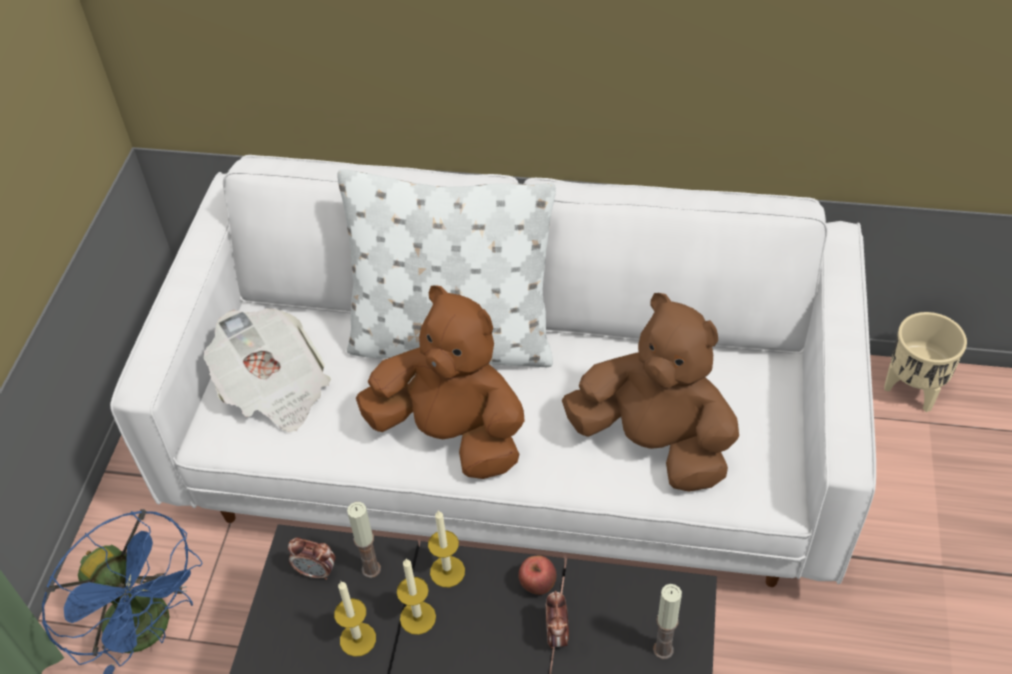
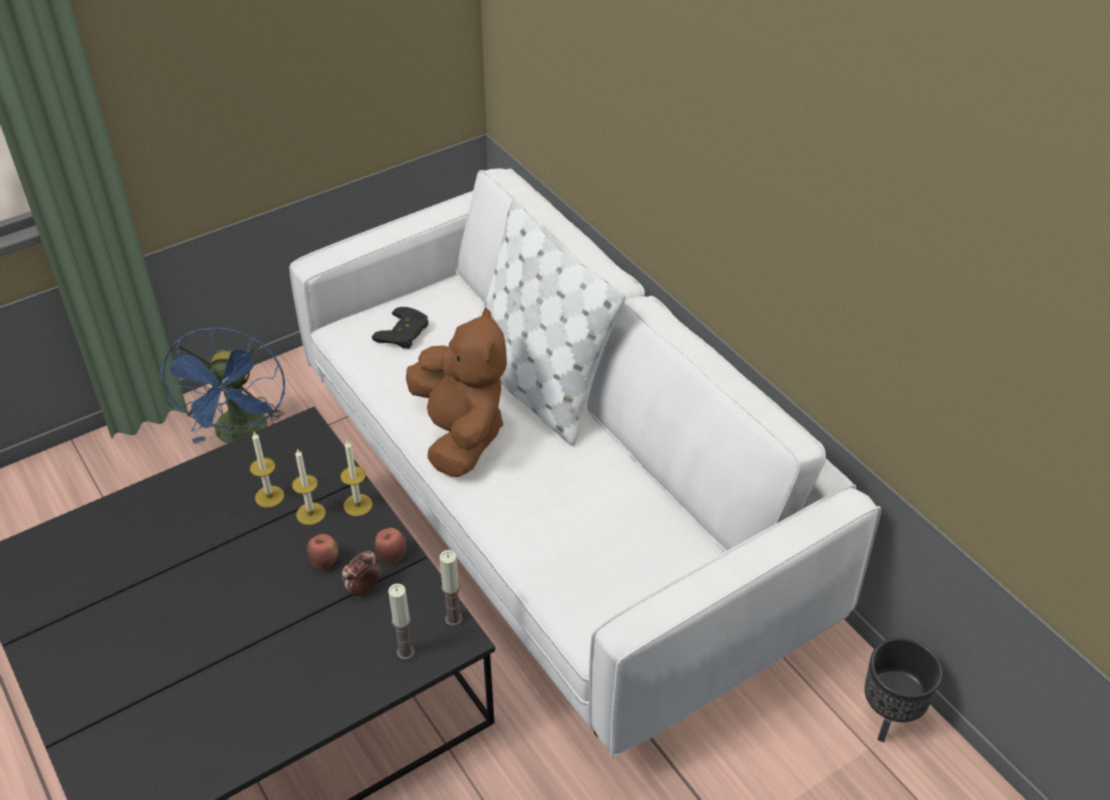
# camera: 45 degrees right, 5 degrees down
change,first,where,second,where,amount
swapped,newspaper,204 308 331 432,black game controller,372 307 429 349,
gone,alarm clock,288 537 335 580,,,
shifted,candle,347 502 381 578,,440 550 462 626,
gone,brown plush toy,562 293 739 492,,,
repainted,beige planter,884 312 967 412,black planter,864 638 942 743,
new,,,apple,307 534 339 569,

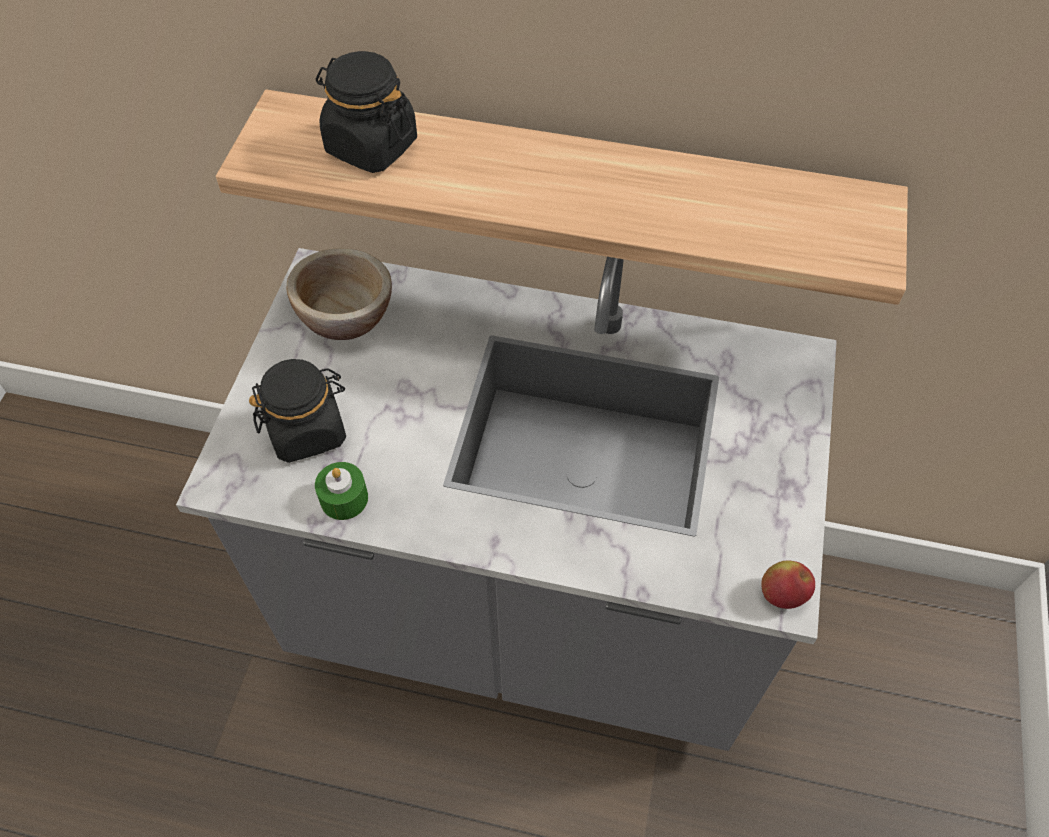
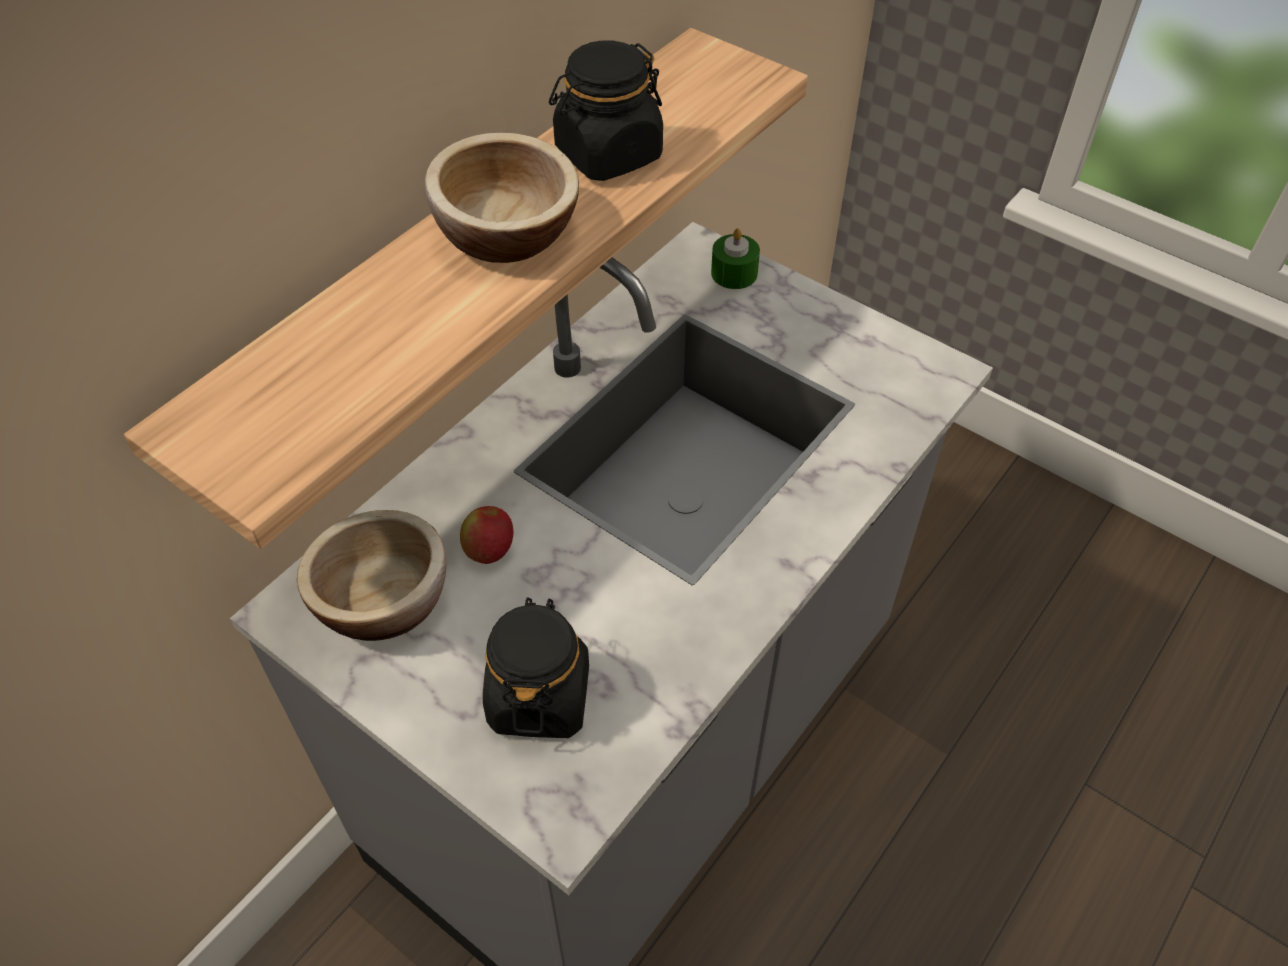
# camera: 65 degrees left, 5 degrees down
change,first,where,second,where,amount
shifted,green candle,315 462 368 520,,711 228 760 289,
shifted,black jar,316 51 417 173,,549 40 663 181,
shifted,apple,761 561 815 609,,460 506 513 564,
new,,,bowl,425 133 579 263,

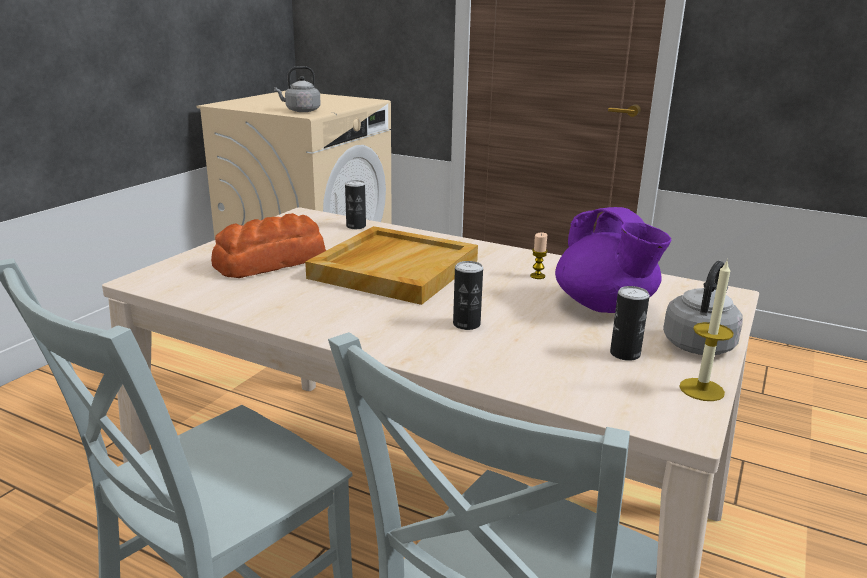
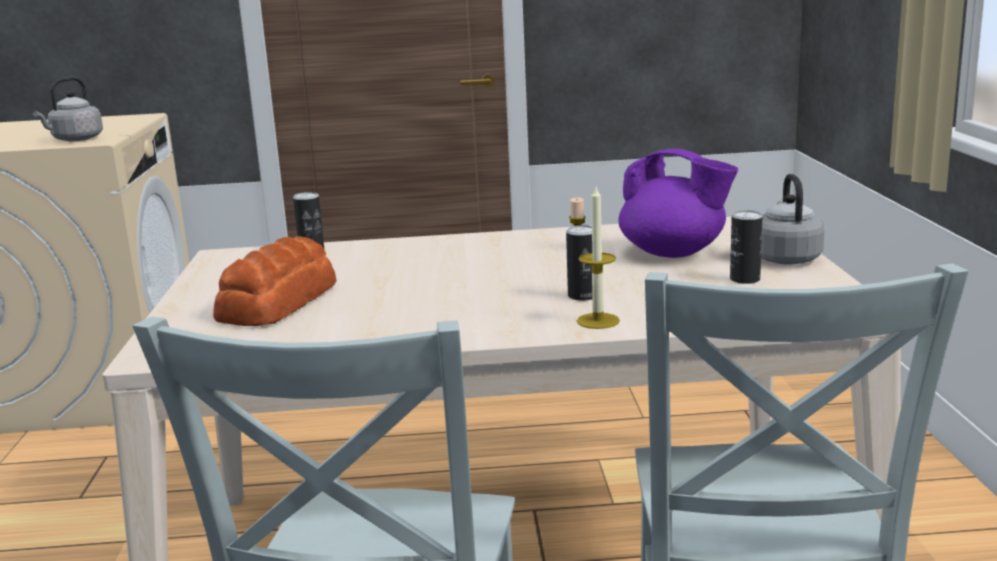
# camera: 30 degrees left, 5 degrees down
change,first,where,second,where,amount
gone,beige tray,305 226 478 305,,,
shifted,candle,679 259 734 401,,577 187 620 329,

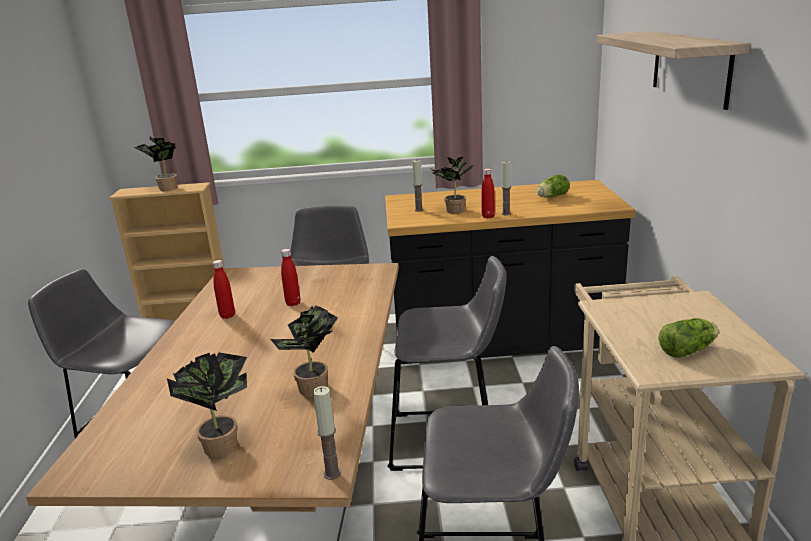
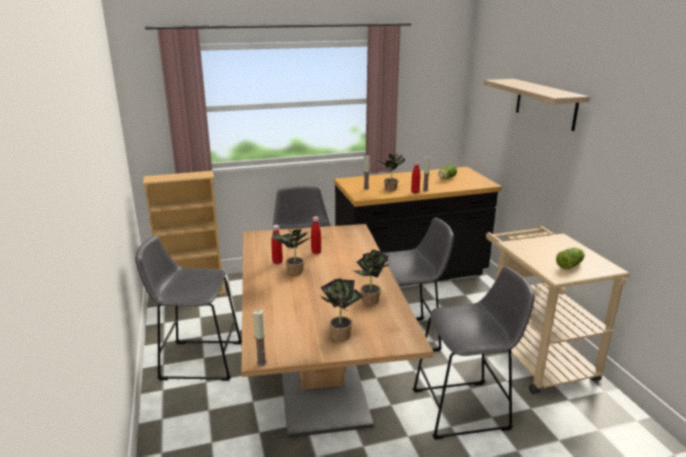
# camera: 15 degrees left, 0 degrees up
change,first,where,second,where,amount
shifted,potted plant,134 136 177 191,,272 228 311 275,
shifted,candle,313 386 341 480,,253 309 267 366,

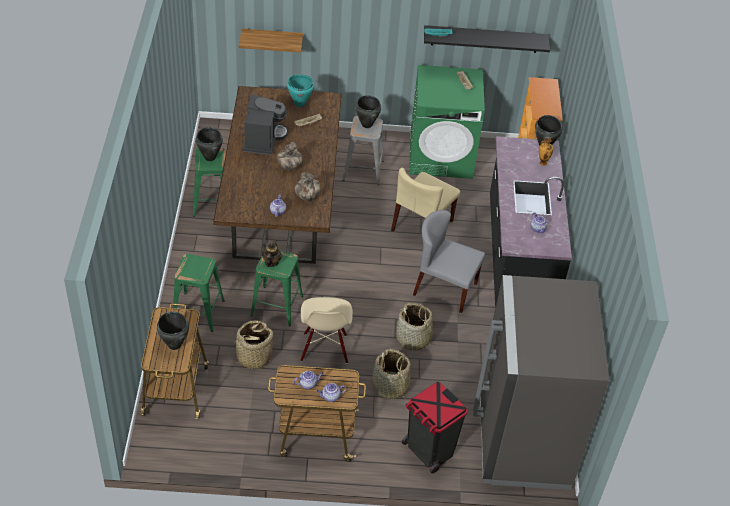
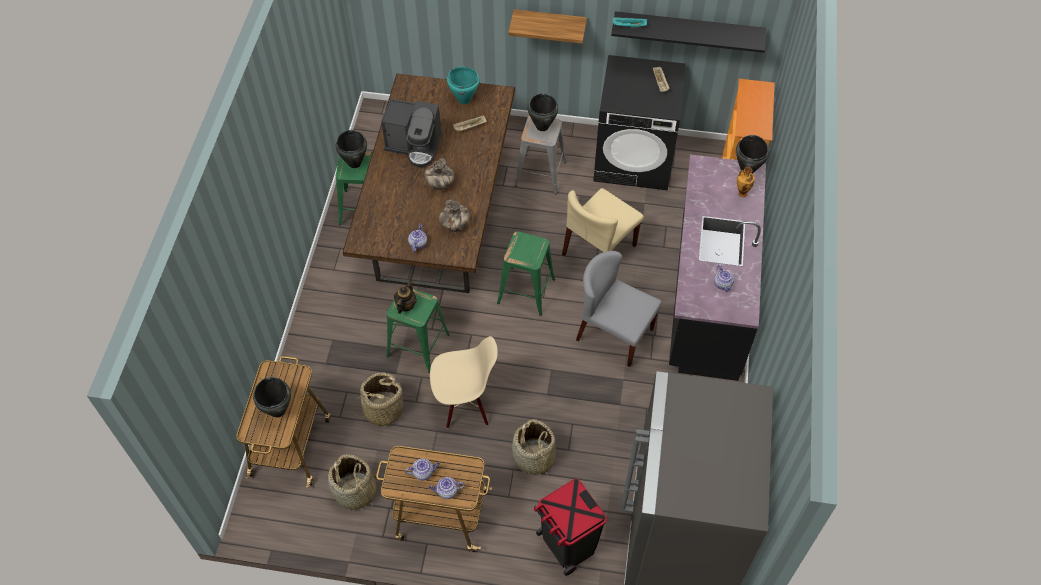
# camera: 10 degrees right, 10 degrees up
change,first,where,second,where,amount
shifted,green stool,173 254 225 332,,497 231 555 316,
shifted,shelf,239 29 303 52,,508 9 587 44,
rotated,coffee machine,242 94 288 155,,381 99 443 167,90 degrees clockwise
rotated,beige chair,301 297 353 364,,430 336 498 428,105 degrees counterclockwise
shifted,basket,396 303 434 350,,328 454 377 510,
repainted,green washing machine,409 65 485 179,black washing machine,593 55 686 190,

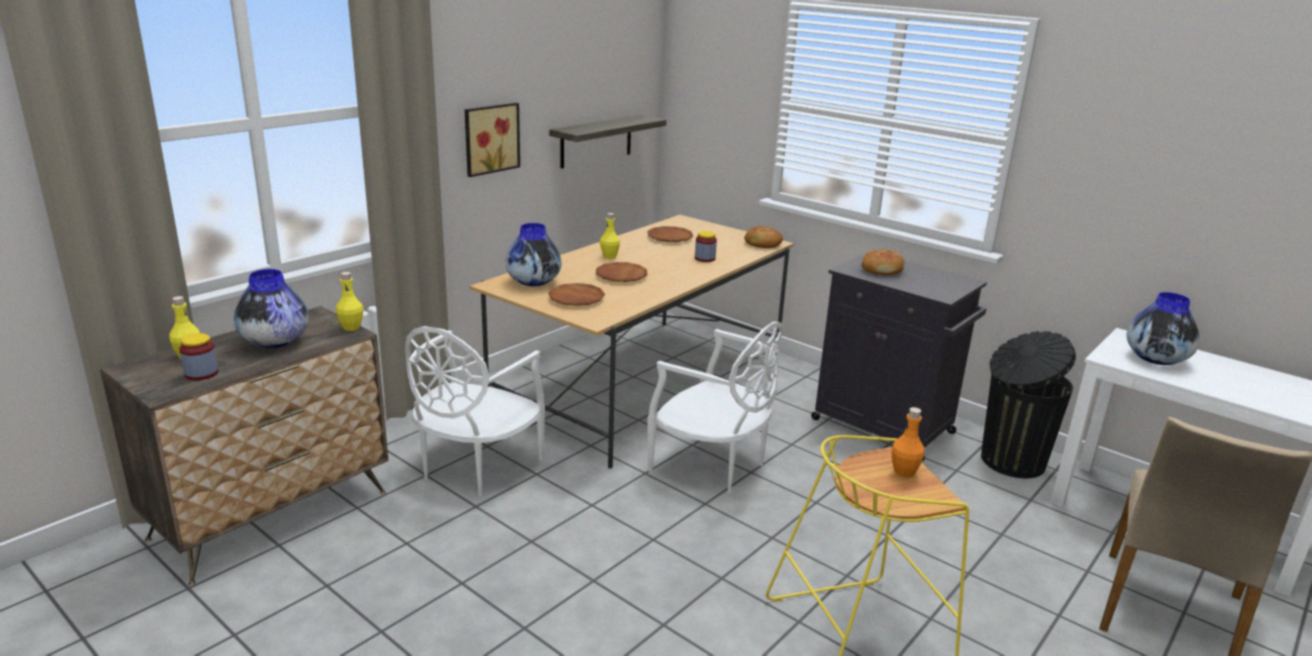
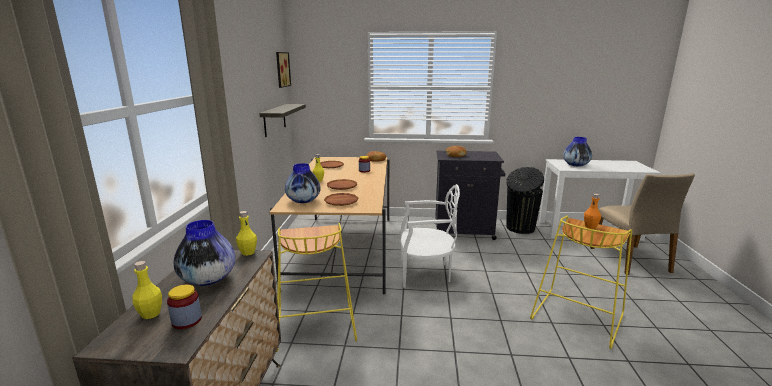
# camera: 35 degrees left, 5 degrees down
change,first,where,second,where,amount
swapped,white chair,405 326 545 496,yellow stool,276 223 357 352,
shifted,picture,465 103 520 177,,276 52 291 88,

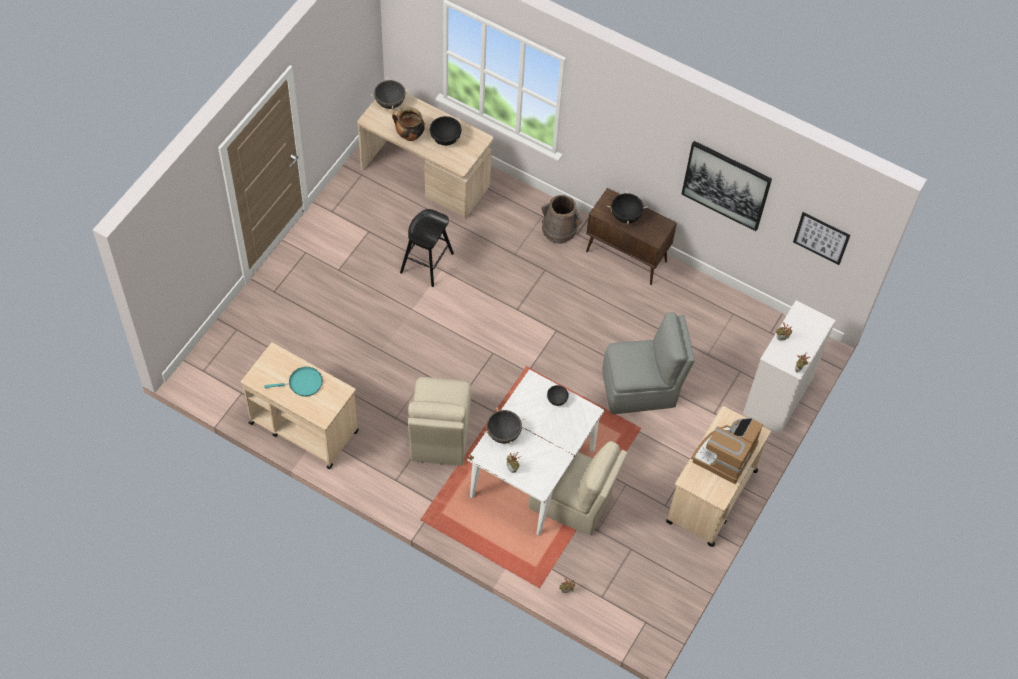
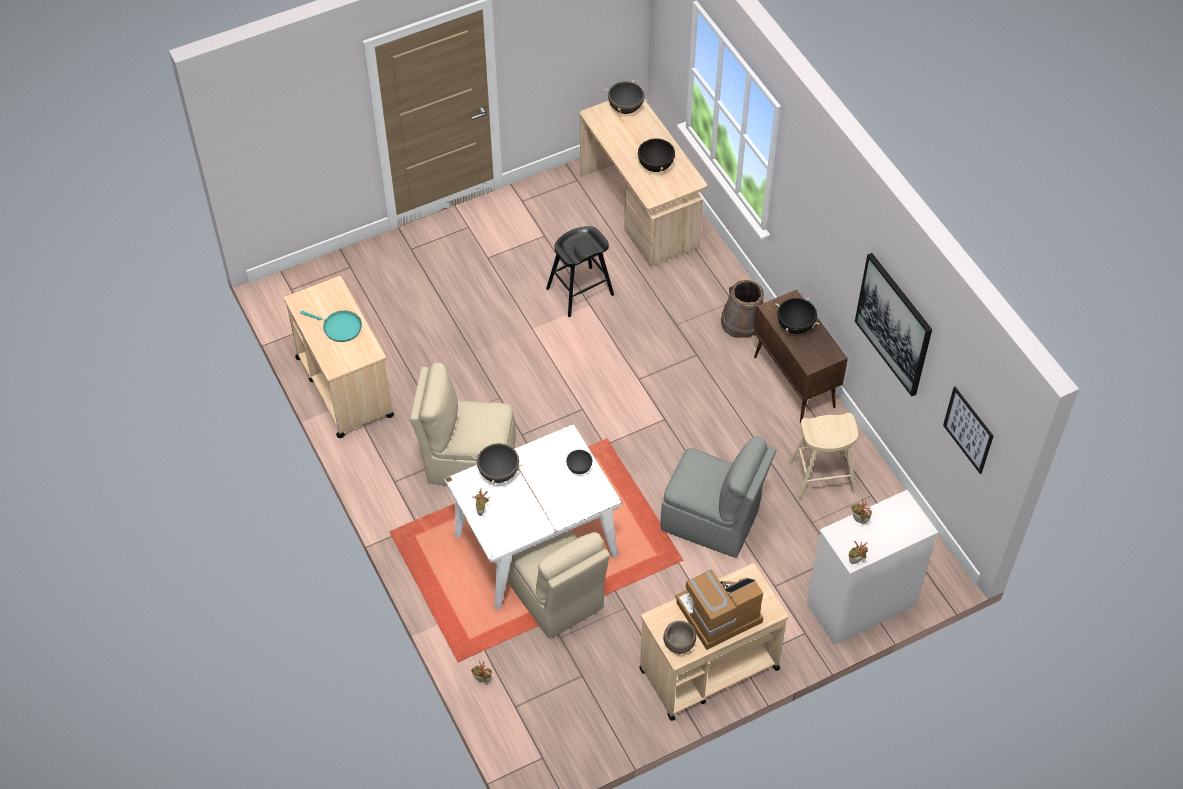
# camera: 35 degrees right, 5 degrees down
change,first,where,second,where,amount
gone,cooking pot,392 107 425 141,,,
rotated,beige chair,408 377 471 466,,410 363 516 486,60 degrees clockwise
new,,,brown bowl,663 621 696 654,
new,,,beige stool,789 413 858 500,

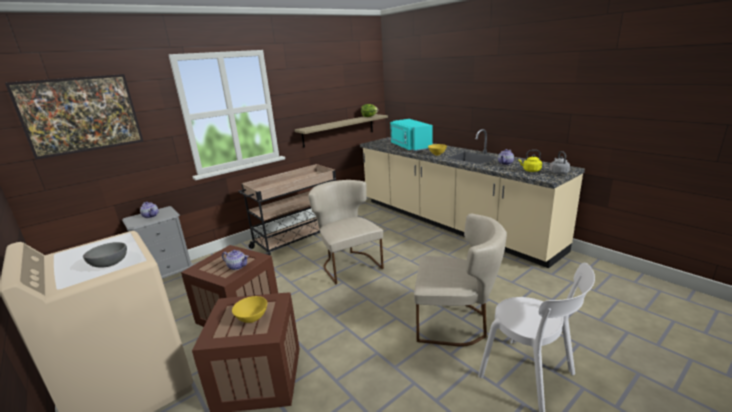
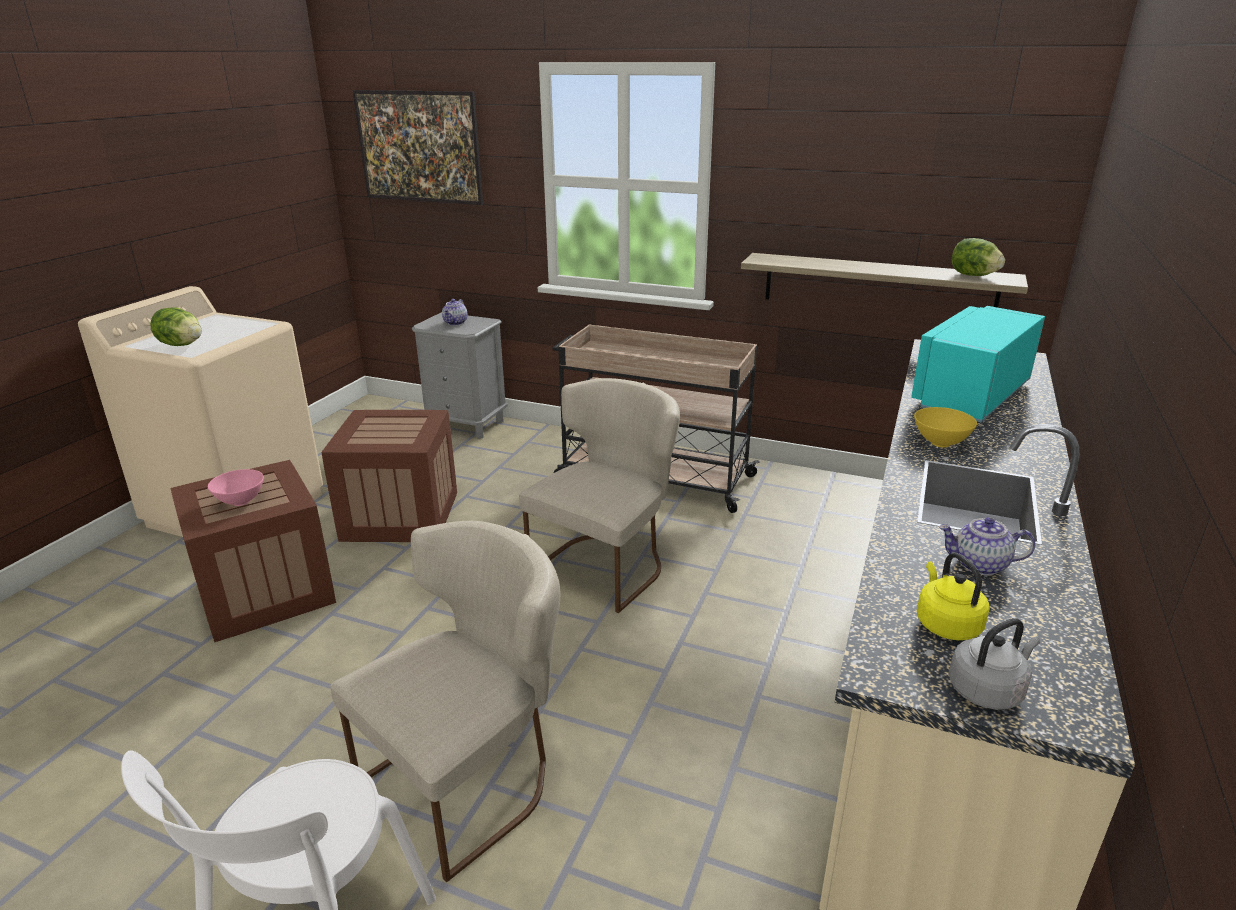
# camera: 60 degrees right, 5 degrees up
change,first,where,second,where,amount
swapped,grey bowl,83 242 127 267,lettuce,150 307 202 346,
gone,teapot,222 250 249 270,,,
repainted,yellow bowl,232 296 267 323,pink bowl,208 469 264 506,
rotated,beige chair,414 214 507 347,,330 521 560 882,120 degrees counterclockwise

